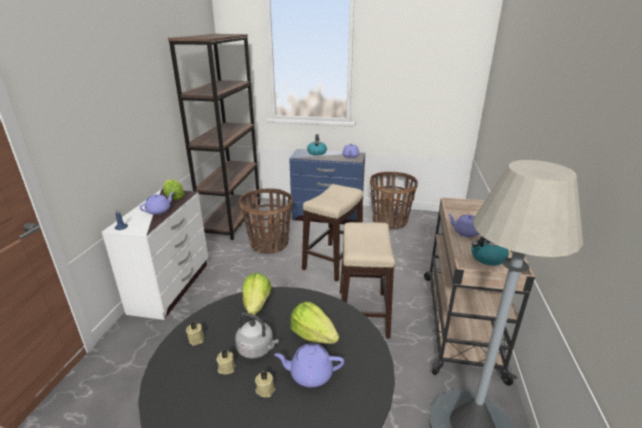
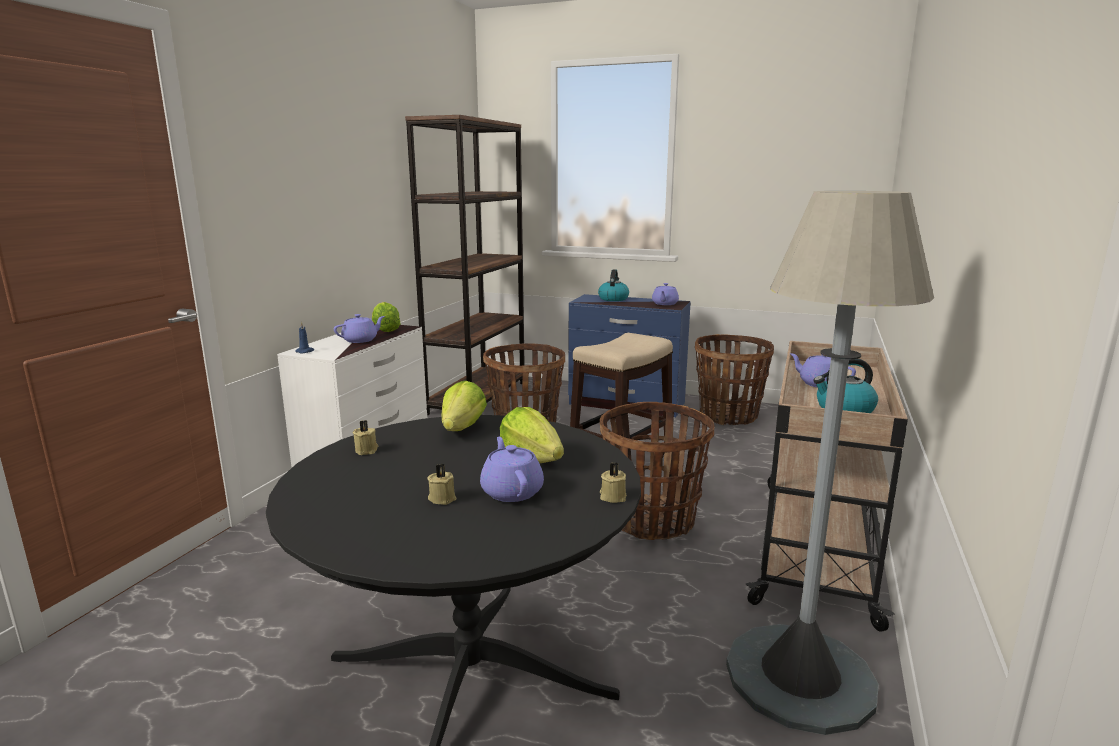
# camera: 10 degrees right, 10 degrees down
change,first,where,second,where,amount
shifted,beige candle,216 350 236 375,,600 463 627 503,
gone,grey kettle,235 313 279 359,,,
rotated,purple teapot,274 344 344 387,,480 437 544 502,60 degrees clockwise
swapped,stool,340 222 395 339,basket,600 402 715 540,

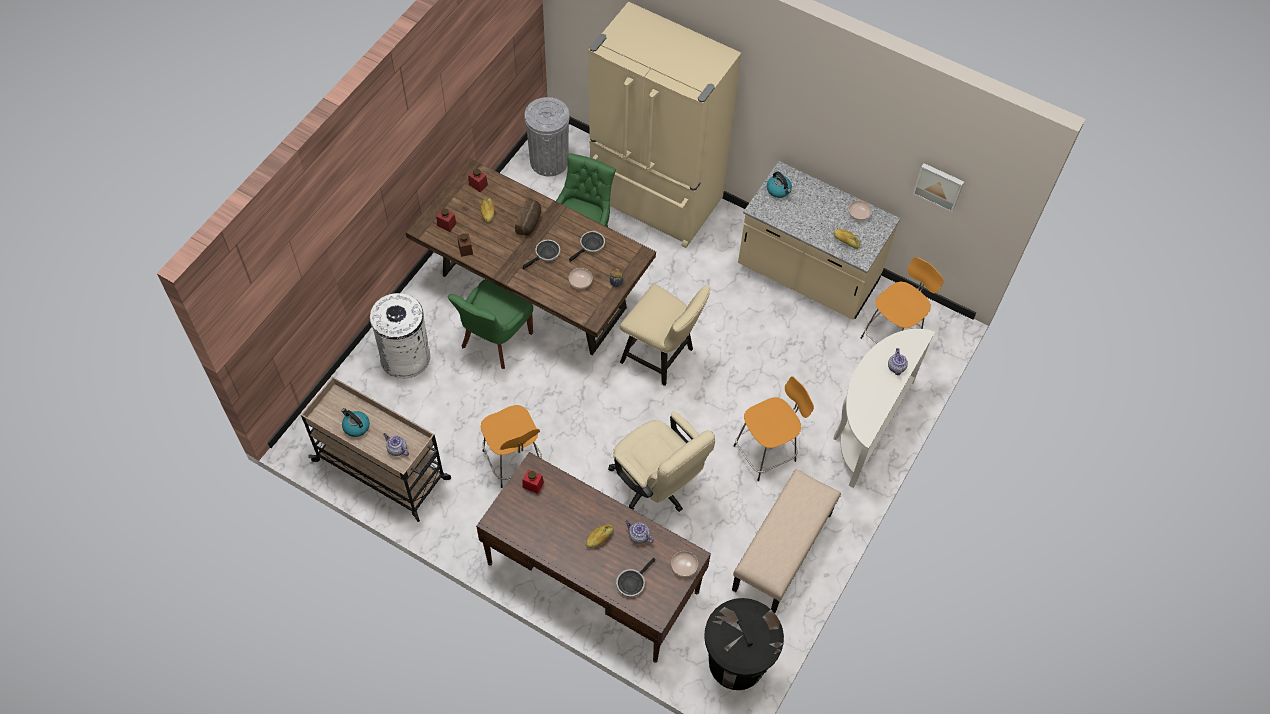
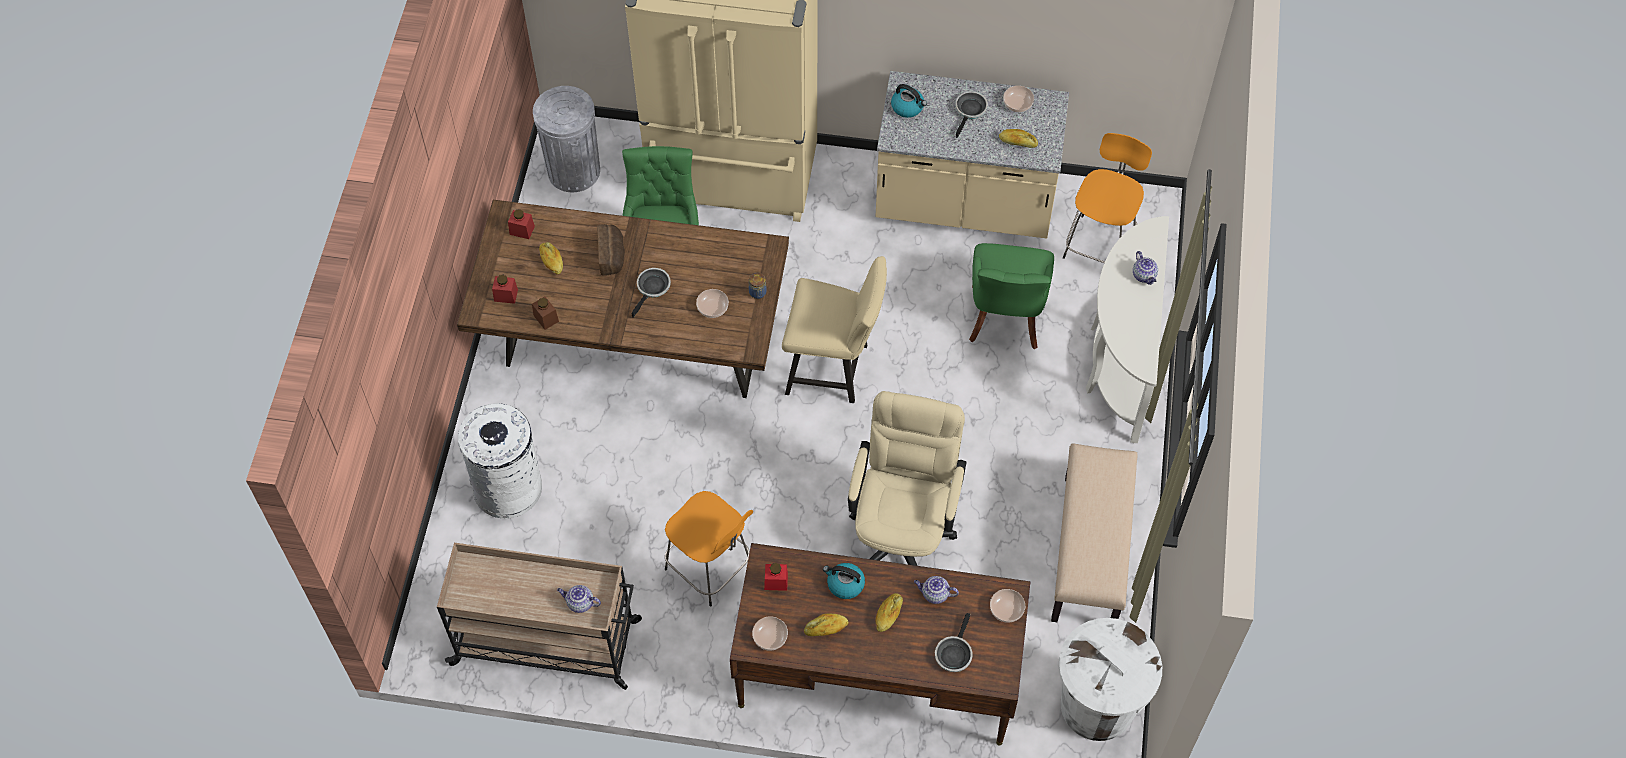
# camera: 20 degrees left, 0 degrees up
change,first,where,second,where,amount
shifted,kettle,341 408 370 437,,823 563 865 599,
shifted,green chair,448 280 533 369,,969 243 1054 349,
shifted,frying pan,569 231 605 262,,955 91 988 138,
rotated,beige office chair,608 411 715 512,,848 391 966 566,105 degrees counterclockwise
repainted,black trash can,704 598 784 690,white trash can,1059 618 1162 741,
gone,orange stool,734 376 814 481,,,
gone,picture,913 163 964 212,,,
new,,,bowl,752 616 788 651,
new,,,bread,804 614 849 636,

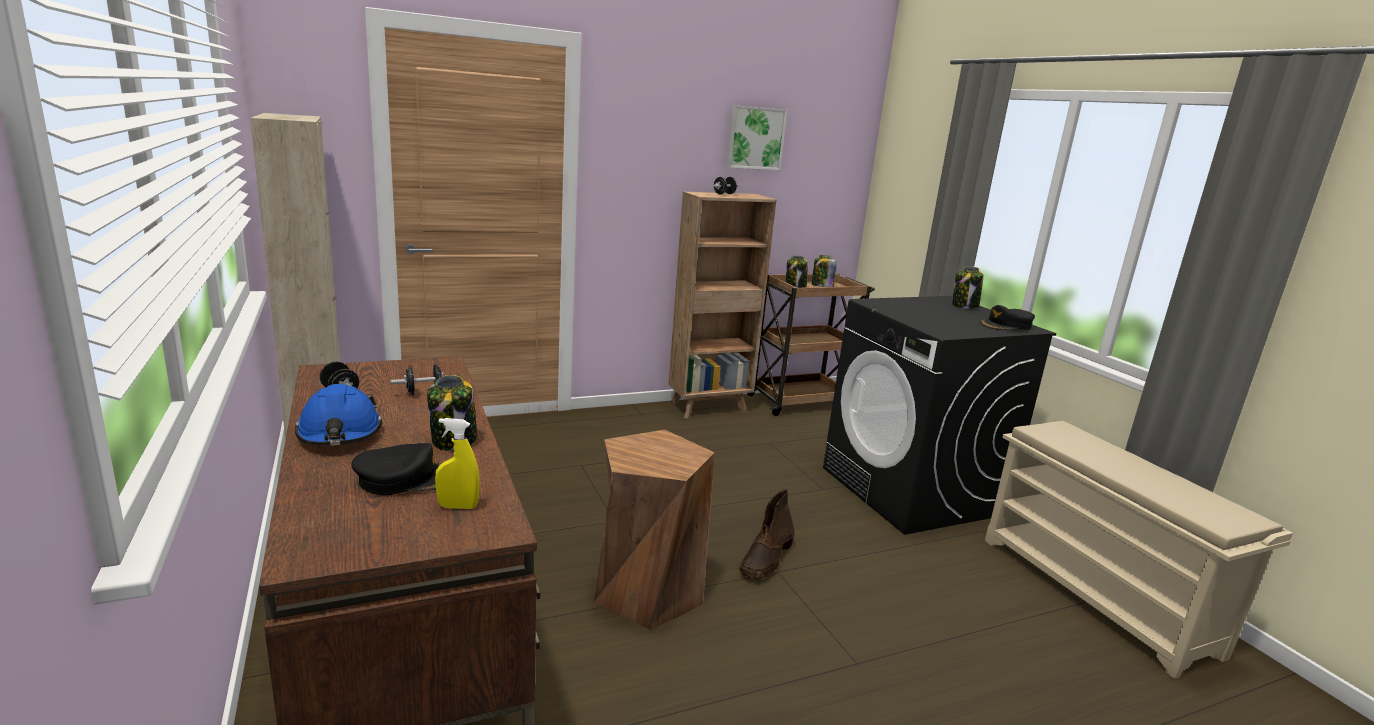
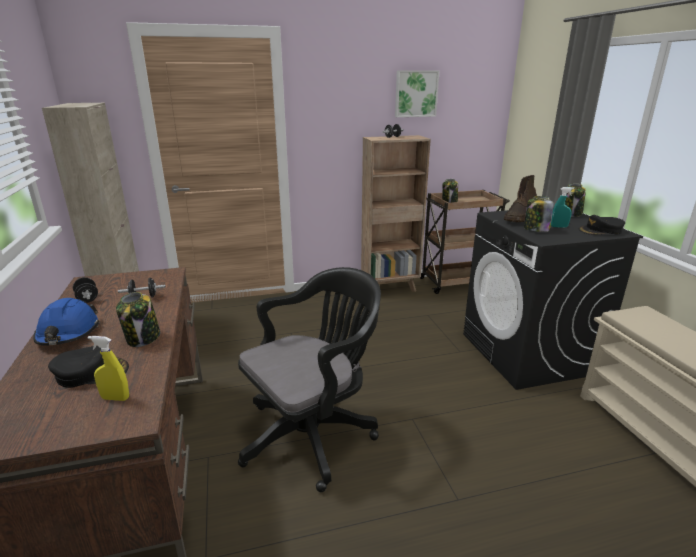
# camera: 10 degrees right, 5 degrees up
change,first,where,second,where,amount
swapped,brown stool,594 430 715 630,black office chair,238 267 381 492,
shifted,brown boot,739 489 795 579,,504 175 537 223,
shifted,jar,812 255 837 287,,524 196 554 232,
new,,,turquoise spray bottle,551 187 574 228,

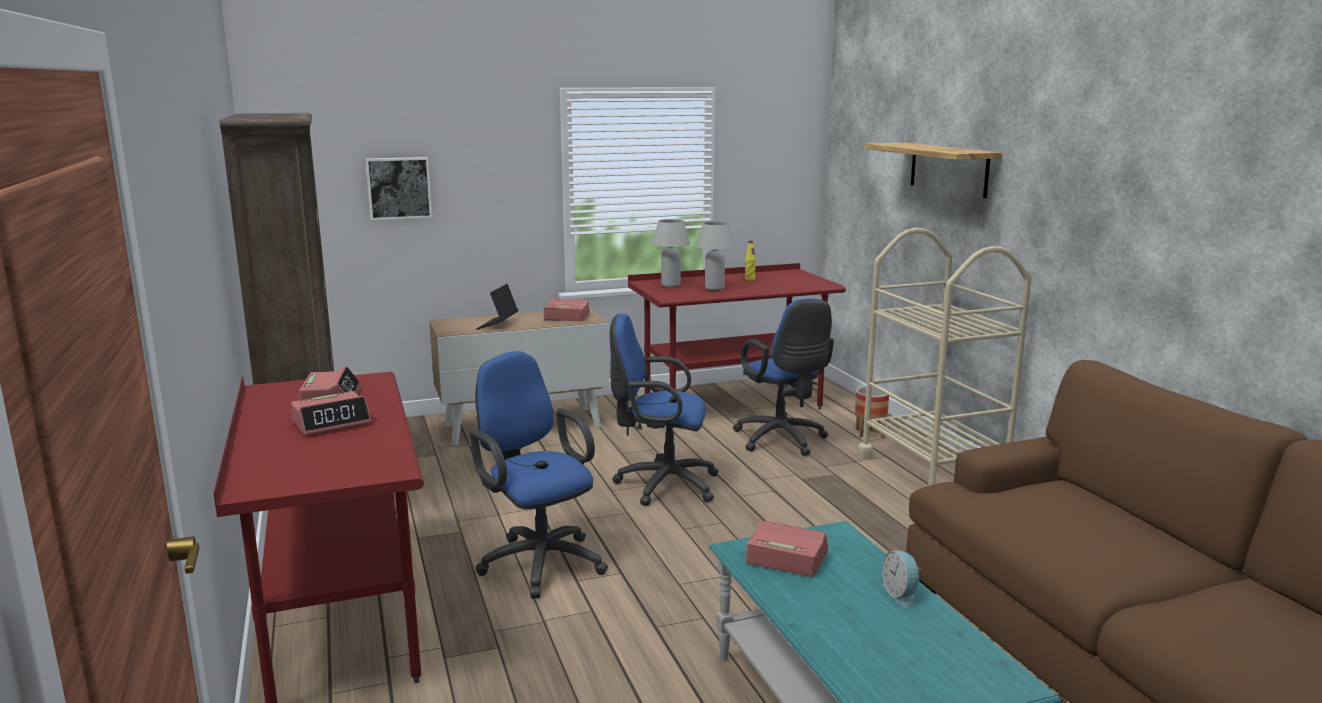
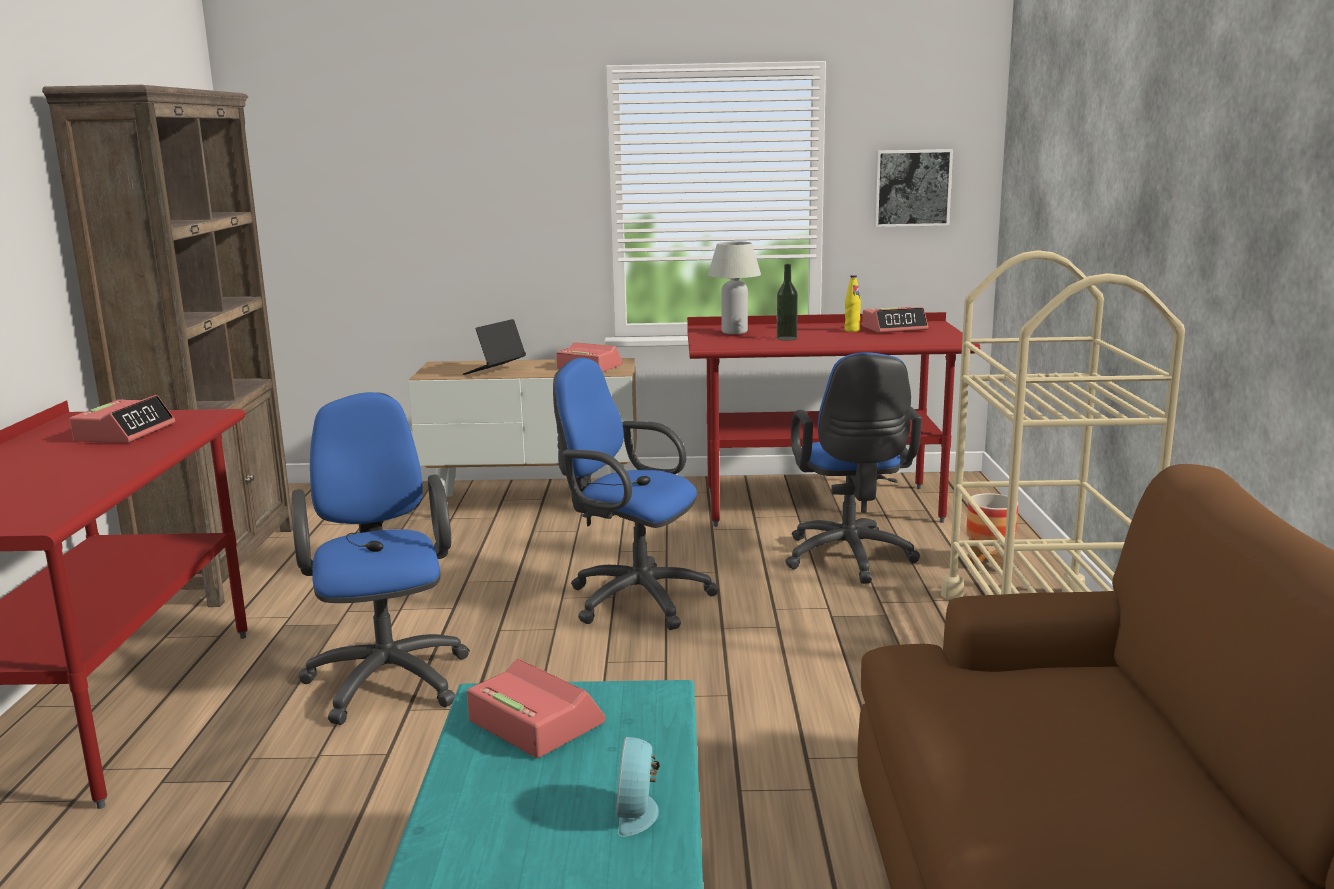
# camera: 20 degrees right, 0 degrees up
change,first,where,second,where,amount
shifted,alarm clock,291 391 371 436,,862 307 928 333,
shifted,picture,365 157 432 220,,874 149 953 227,
swapped,white table lamp,696 221 735 290,bottle,777 264 798 341,
gone,shelf,865 142 1002 198,,,

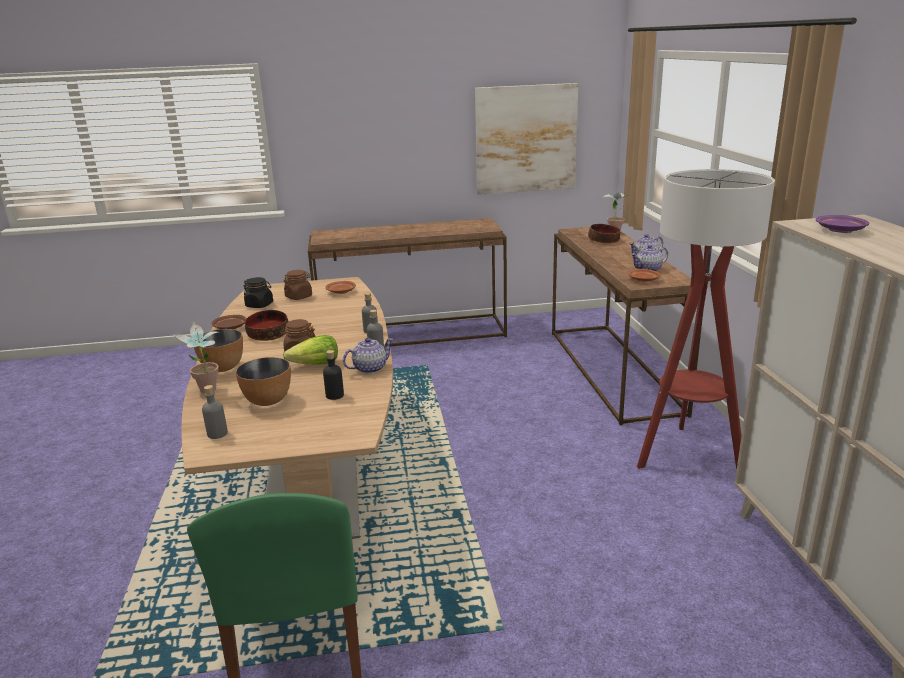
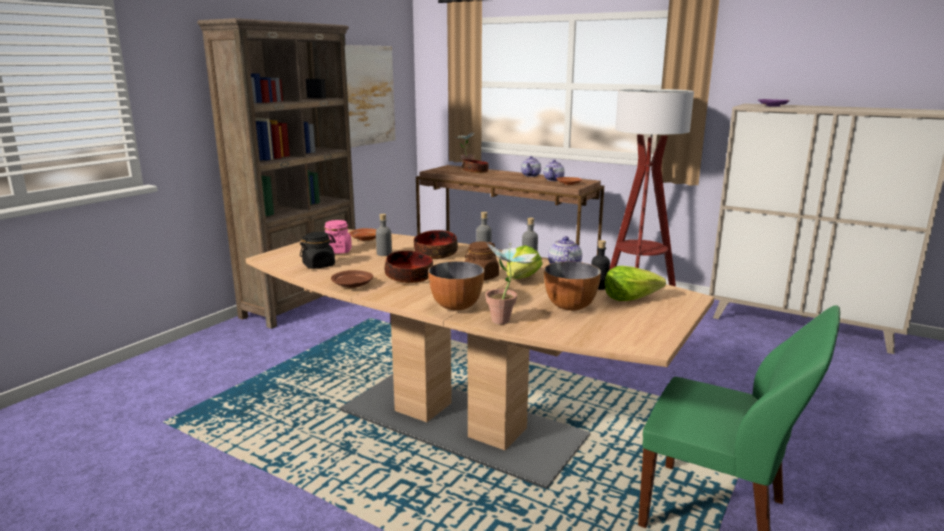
# camera: 50 degrees left, 5 degrees down
change,first,where,second,where,amount
shifted,grey bottle,202 385 228 439,,376 214 392 256,
repainted,brown jar,284 270 312 300,pink jar,324 220 352 254,
swapped,brown console table,308 218 507 346,brown bookcase,197 18 355 329,
new,,,bowl,414 230 458 259,
new,,,lettuce,605 266 666 301,

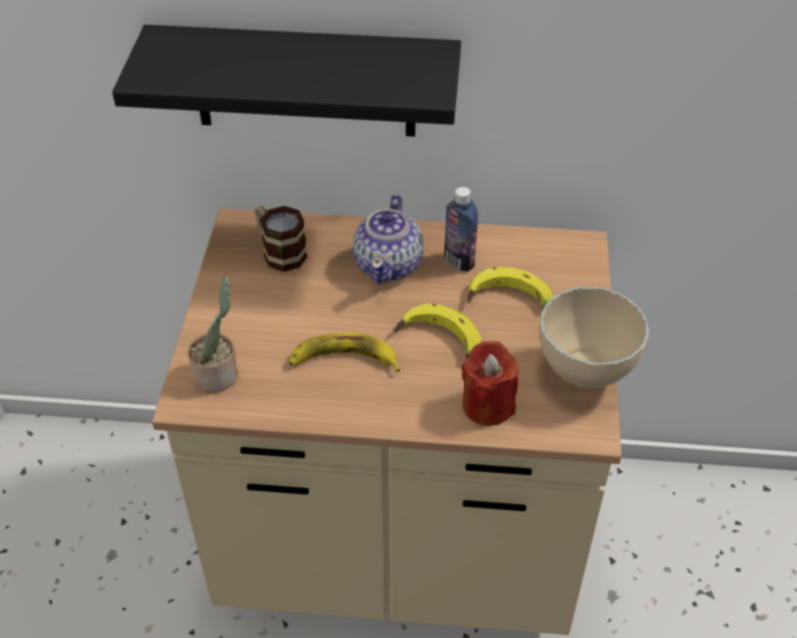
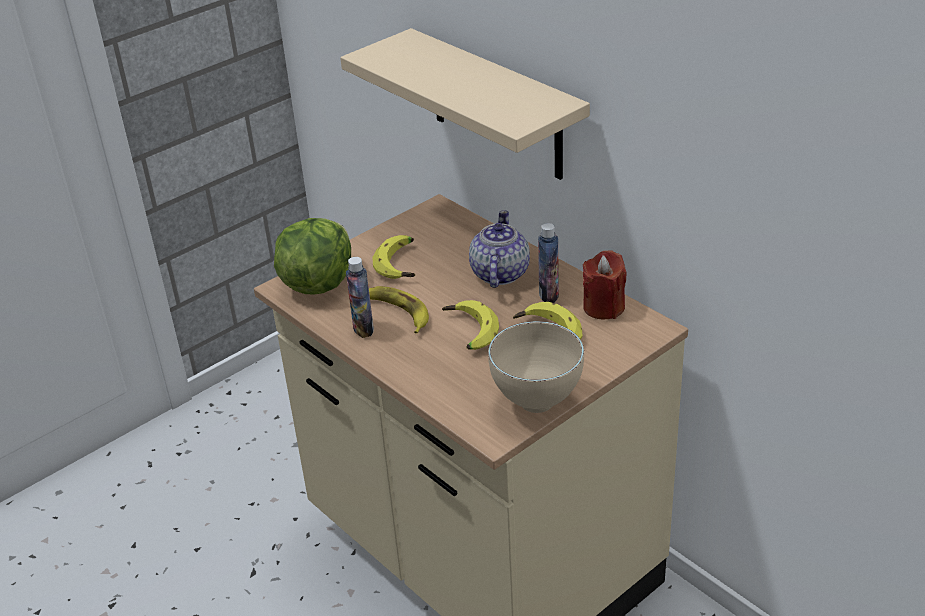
# camera: 45 degrees right, 10 degrees down
change,first,where,second,where,amount
repainted,black shelf,112 25 461 137,beige shelf,340 28 590 180,
swapped,potted plant,188 276 238 393,lettuce,274 218 351 295,
gone,mug,255 205 307 272,,,
rotated,teapot,353 194 424 284,,469 210 530 288,135 degrees clockwise
shifted,red candle,461 341 518 426,,583 250 627 319,
new,,,bottle,346 257 374 338,
new,,,banana,372 235 415 279,

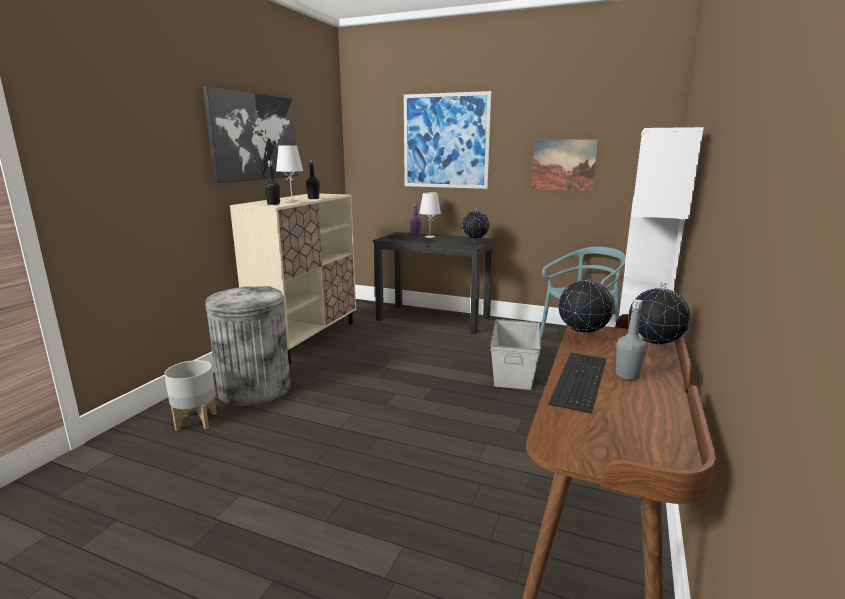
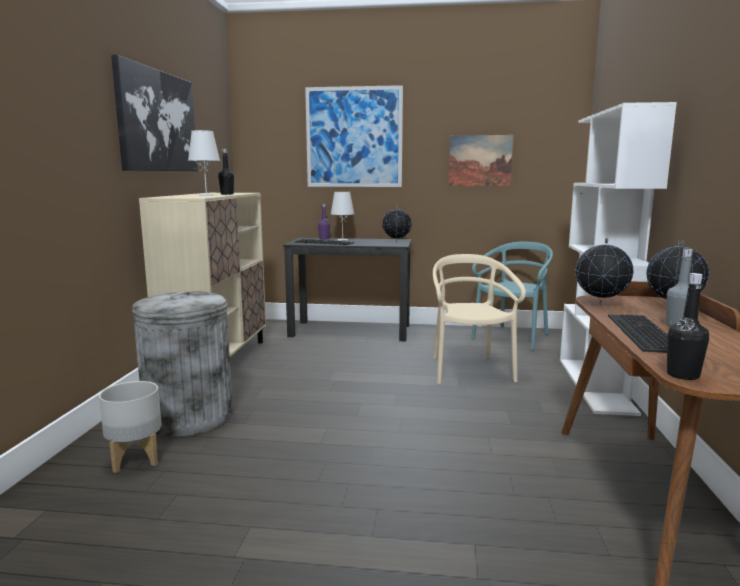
# camera: 15 degrees left, 5 degrees down
change,first,where,second,where,amount
shifted,black bottle,265 160 280 205,,667 273 709 380,
swapped,grey storage box,490 319 541 390,beige chair,433 254 526 384,

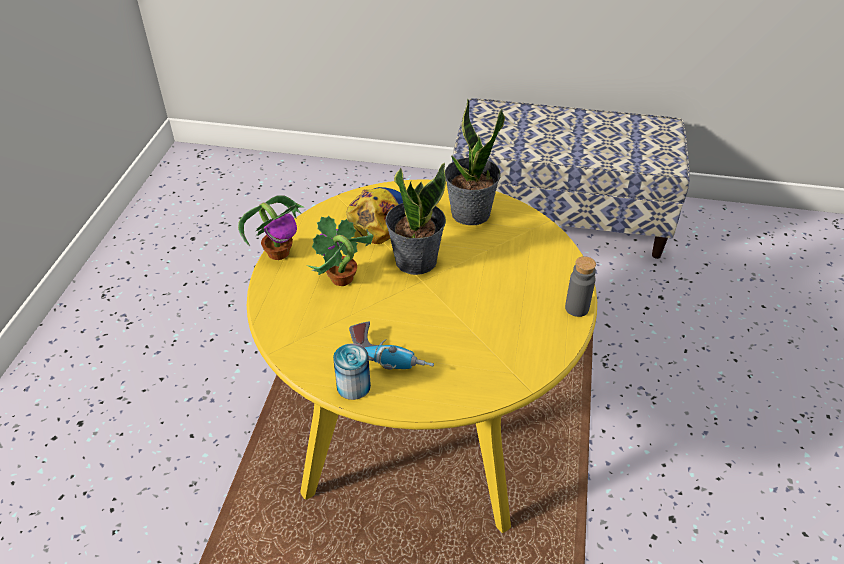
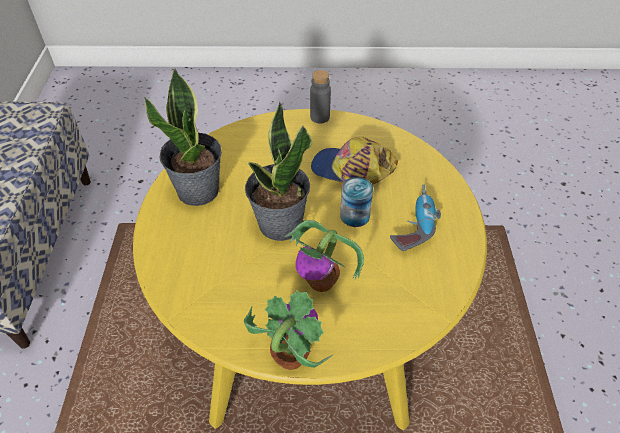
# camera: 100 degrees left, 5 degrees up
change,first,where,second,where,amount
shifted,can,333 343 371 400,,340 177 373 227,
shifted,cap,346 187 403 244,,311 137 398 185,

